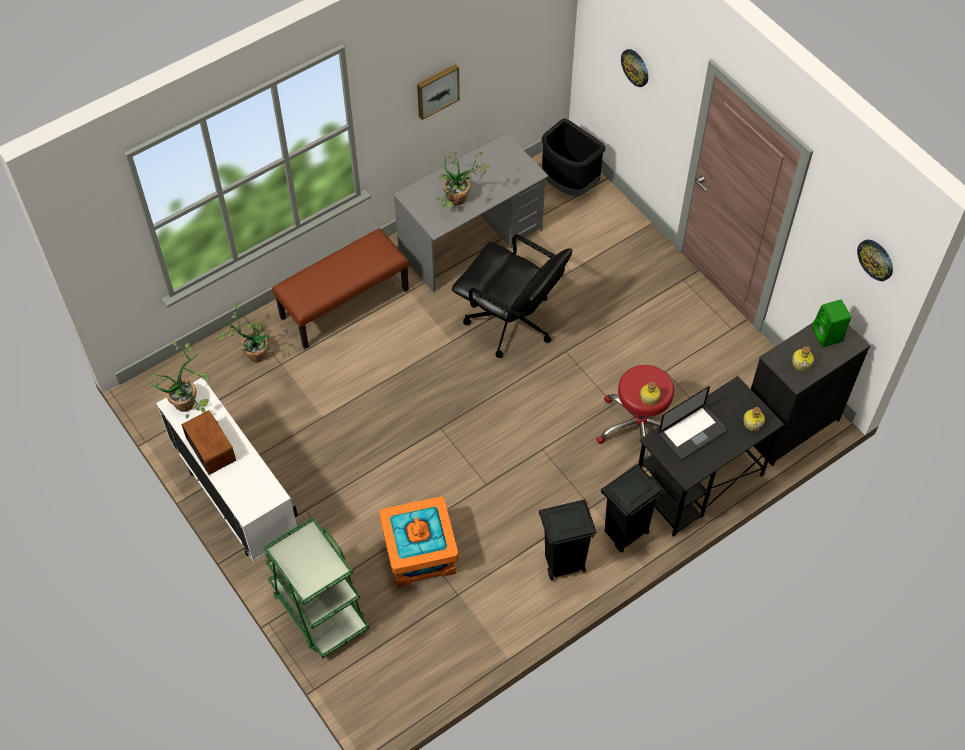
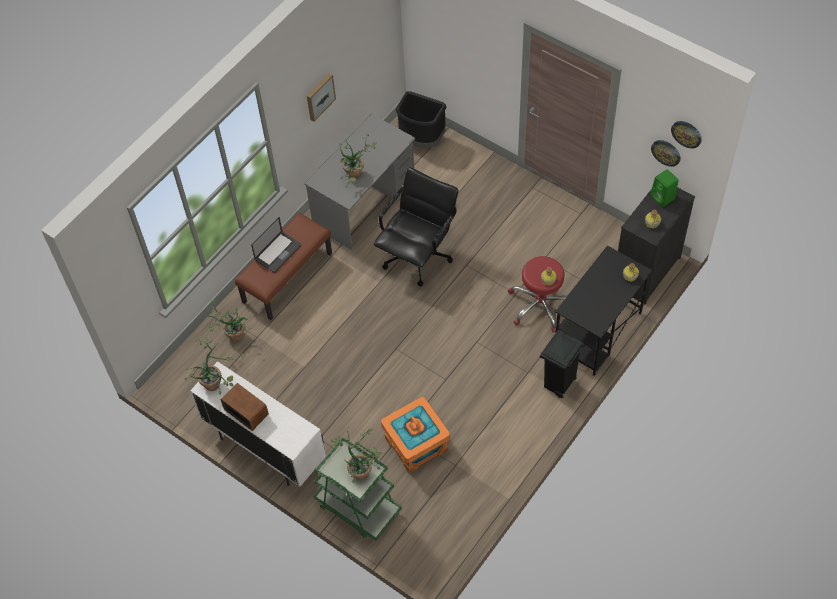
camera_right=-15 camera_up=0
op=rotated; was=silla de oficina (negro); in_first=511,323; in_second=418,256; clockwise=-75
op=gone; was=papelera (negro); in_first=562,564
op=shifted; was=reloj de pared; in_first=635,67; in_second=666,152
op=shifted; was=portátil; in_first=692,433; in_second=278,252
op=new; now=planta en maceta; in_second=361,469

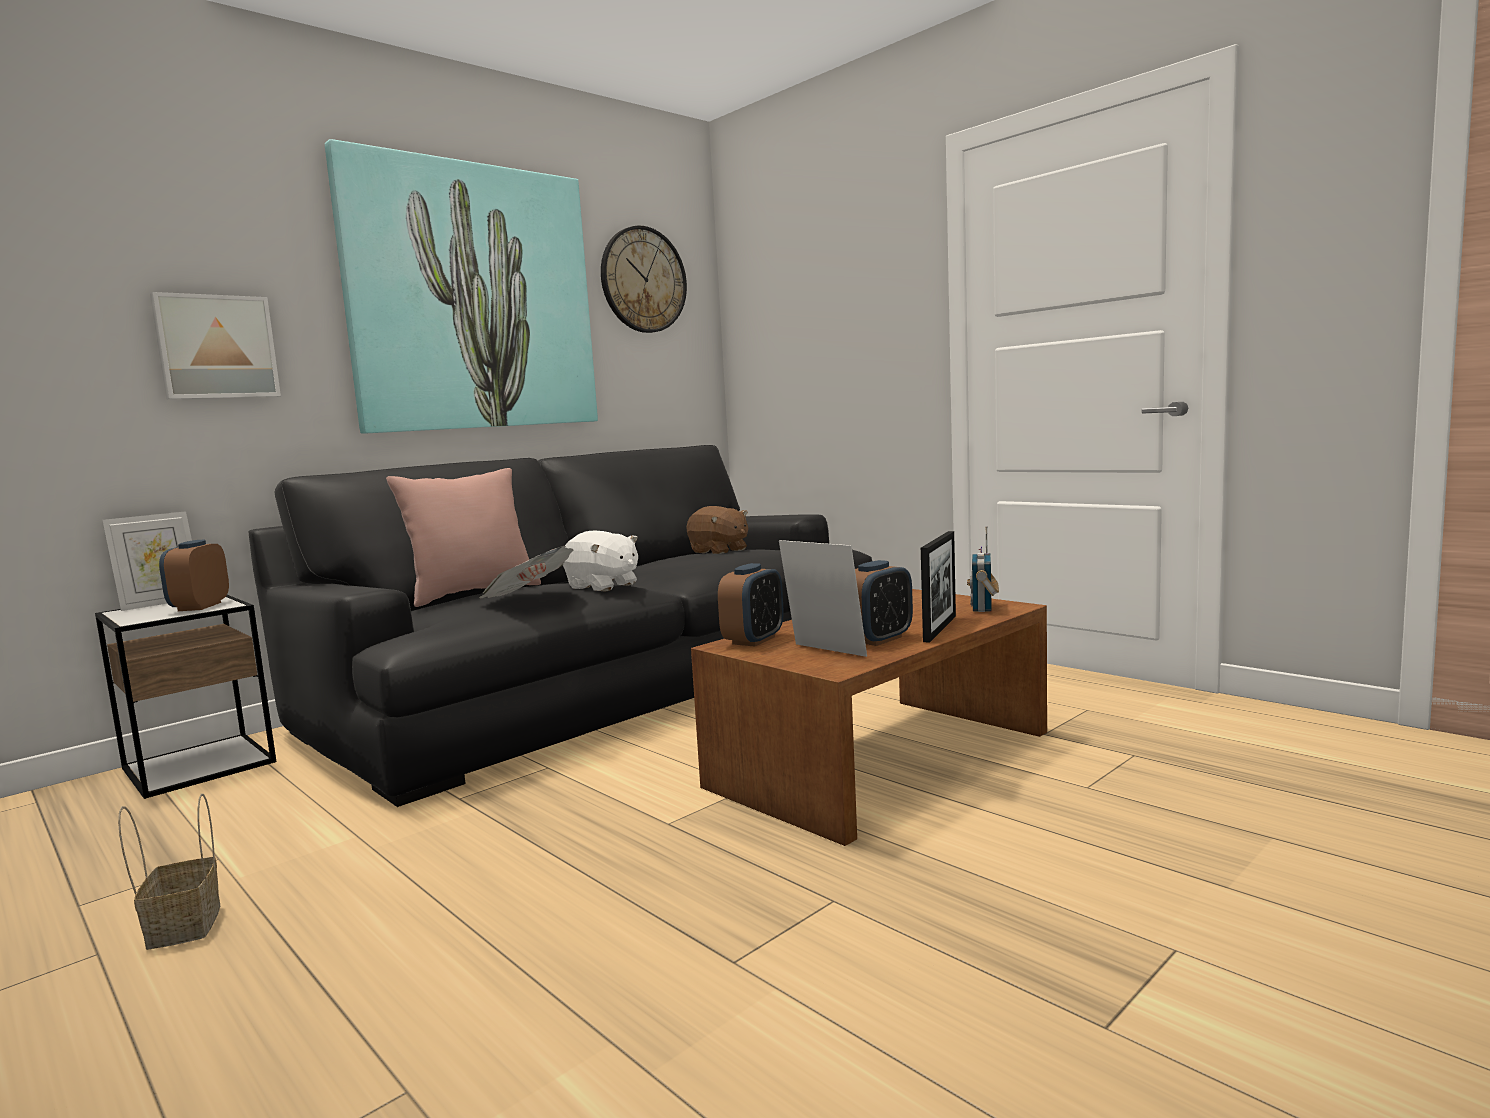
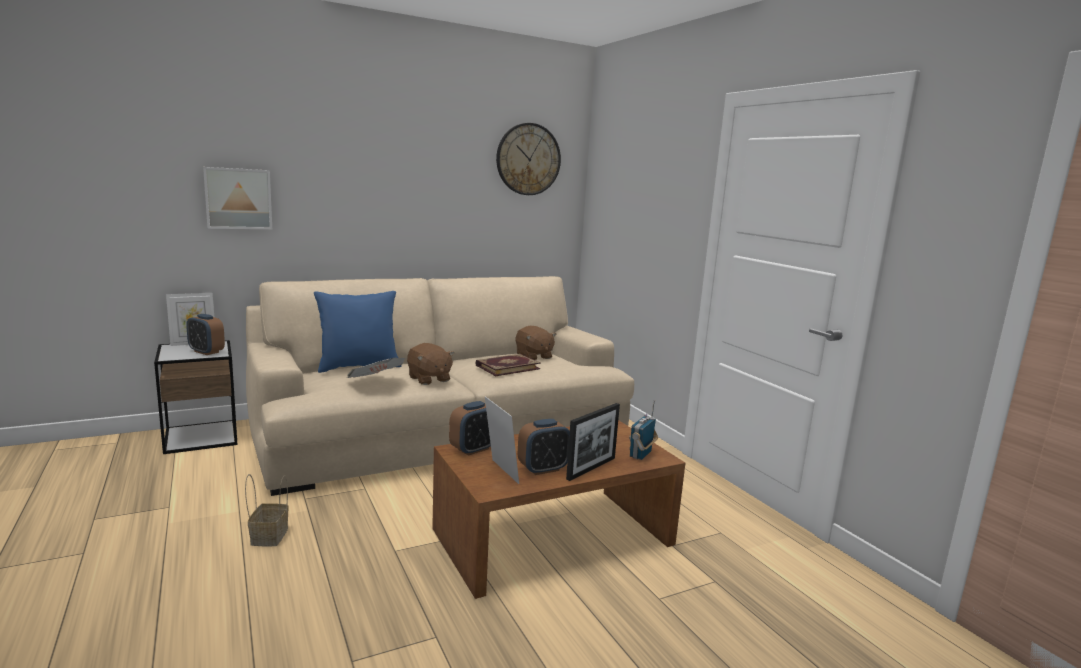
camera_right=15 camera_up=5
op=shifted; was=cesta; in_first=183,925; in_second=269,535
op=rotated; was=despertador; in_first=199,607; in_second=206,352; clockwise=-75
op=repainted; was=sofá (negro); now=sofá (beis); in_first=603,685; in_second=442,430
op=gone; was=cuadro; in_first=472,299
op=repainted; was=cojín (rosa); now=cojín (azul); in_first=472,593; in_second=358,366
op=repainted; was=peluche (blanco); now=peluche (marrón); in_first=602,586; in_second=429,379
op=new; now=libro; in_second=507,367

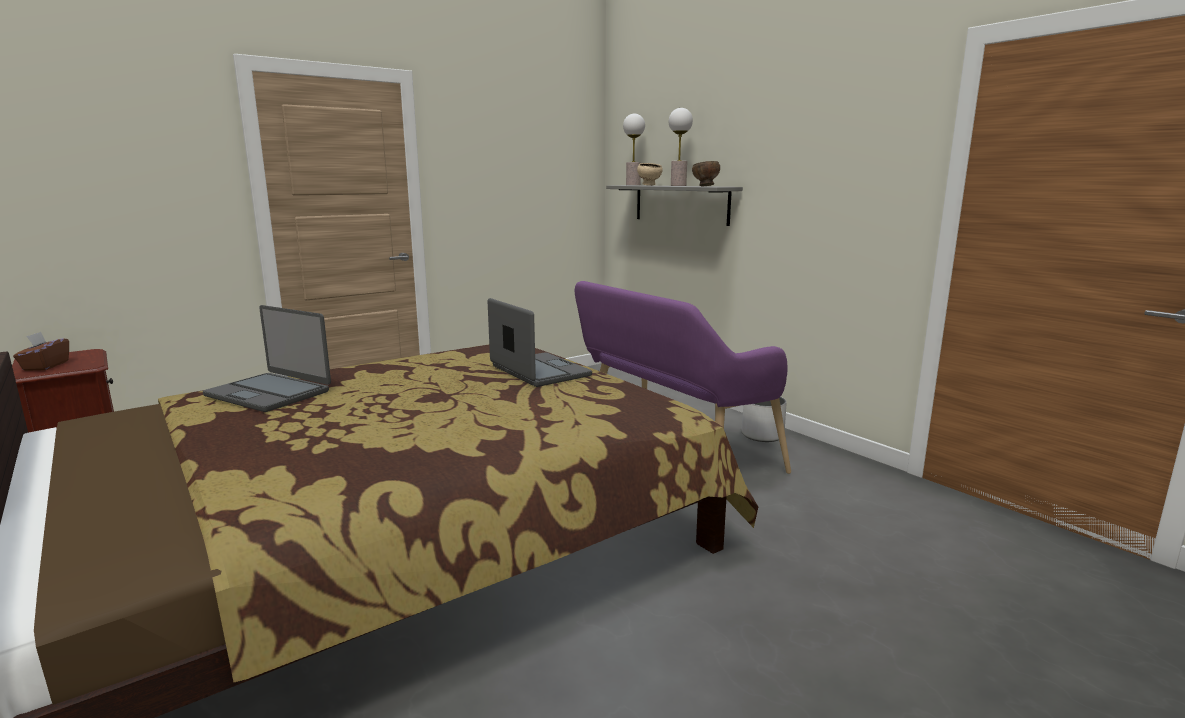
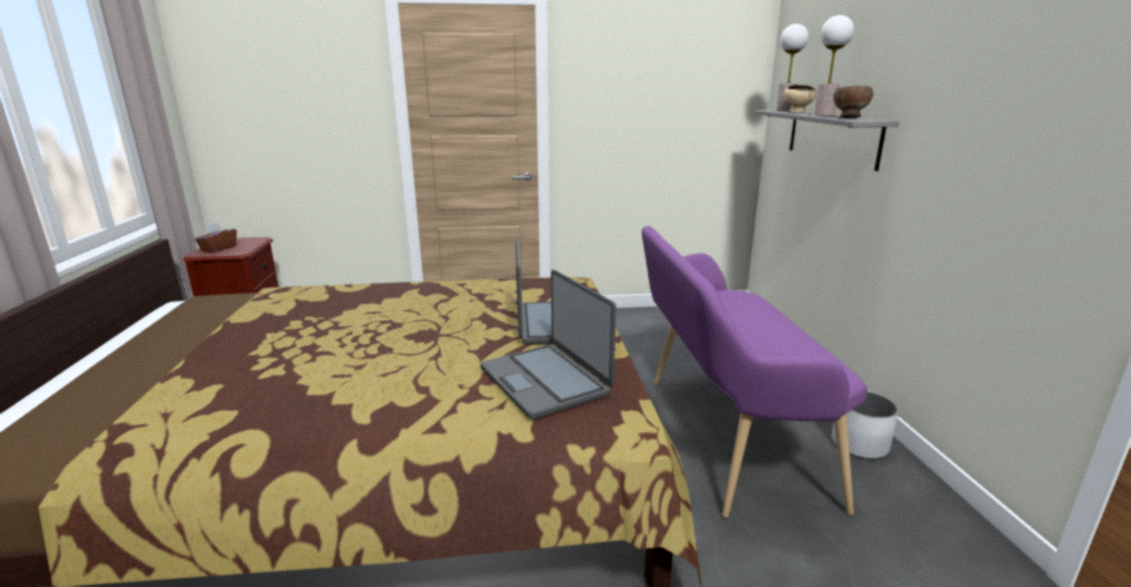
camera_right=30 camera_up=5
op=shifted; was=portátil; in_first=270,393; in_second=545,380

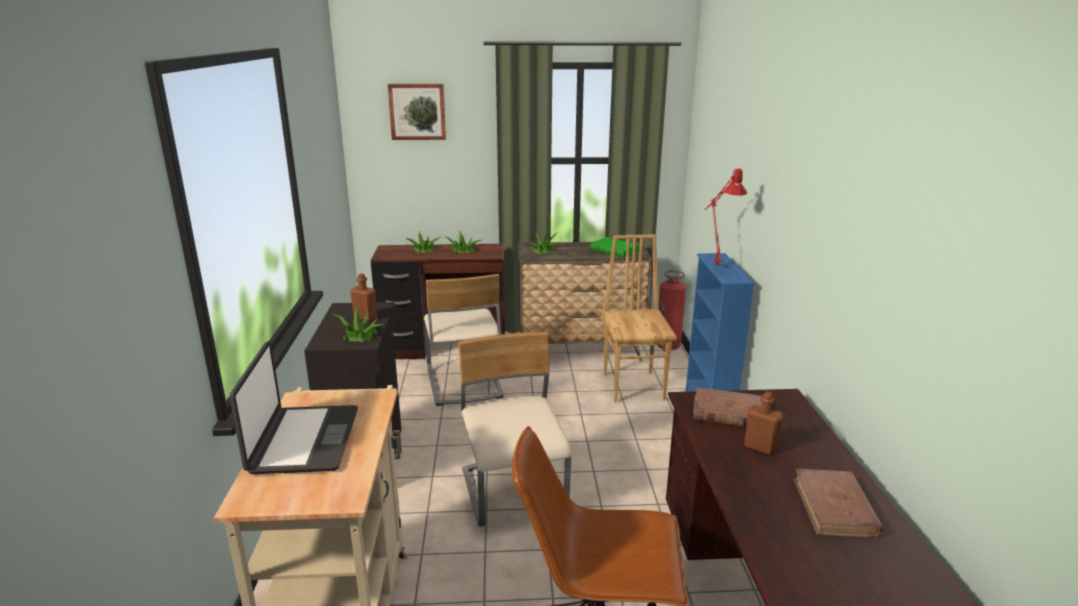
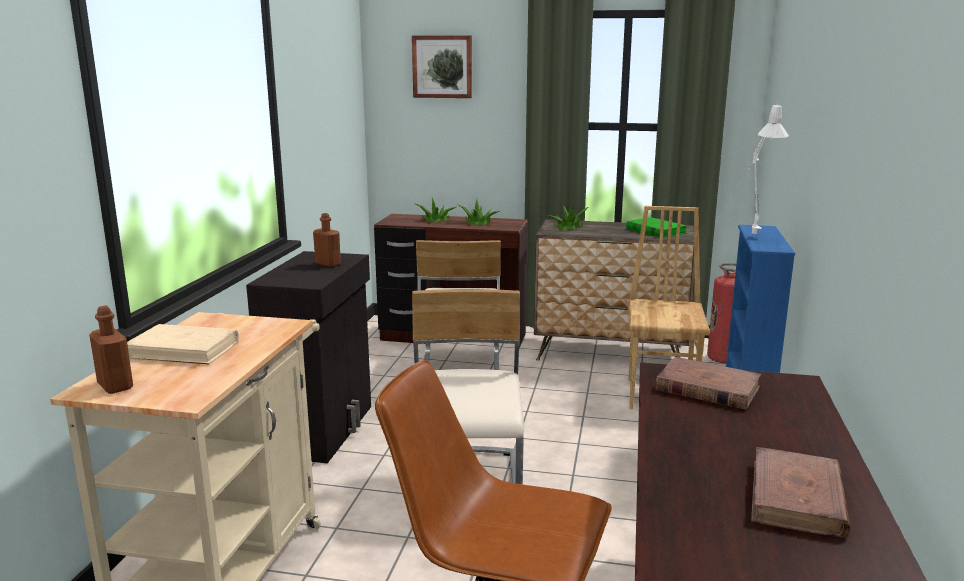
camera_right=15 camera_up=-5
op=swapped; was=portátil; now=libro (beis); in_first=303,440; in_second=184,350
op=gone; was=planta en maceta; in_first=359,335
op=repainted; was=lámpara de mesa (rojo); now=lámpara de mesa (blanco); in_first=714,264; in_second=752,234
op=shifted; was=botella (marrón); in_first=760,447; in_second=115,386

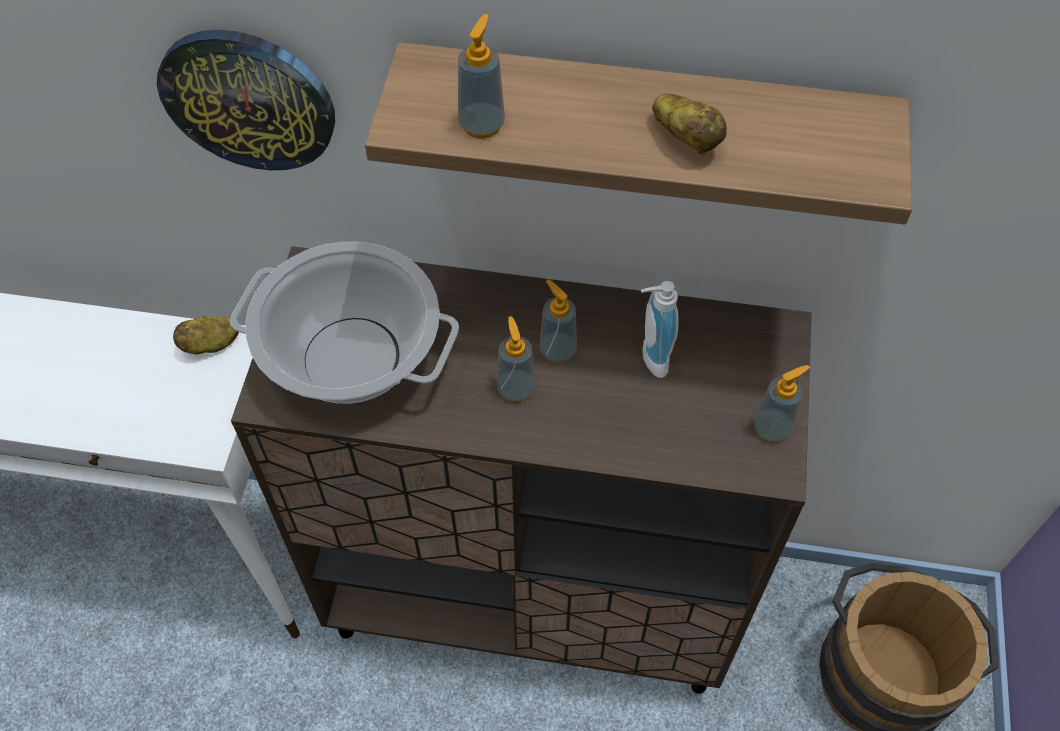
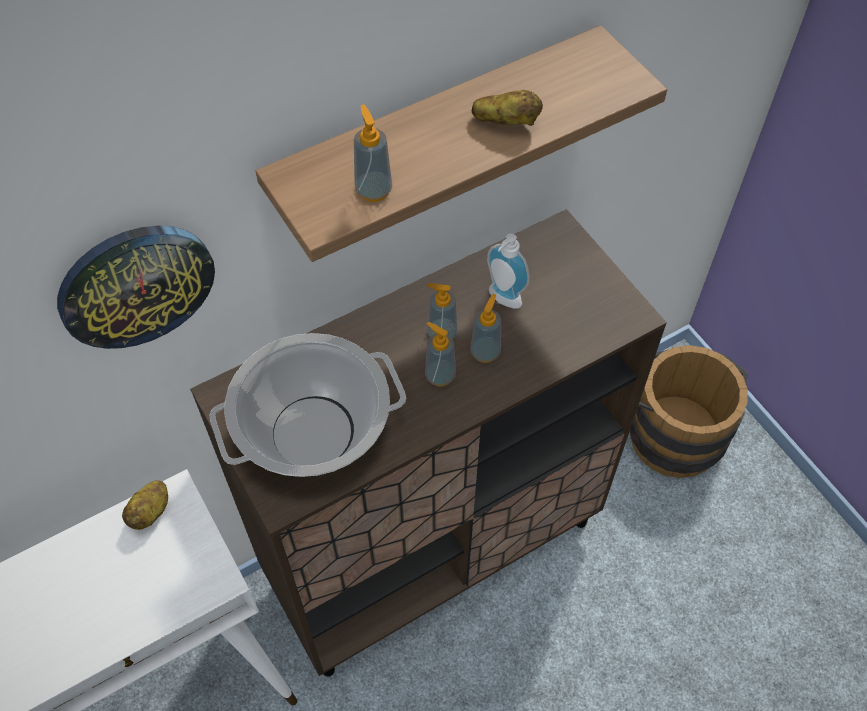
camera_right=-40 camera_up=0
op=shifted; was=dispensador de jabón; in_first=772,428; in_second=485,352

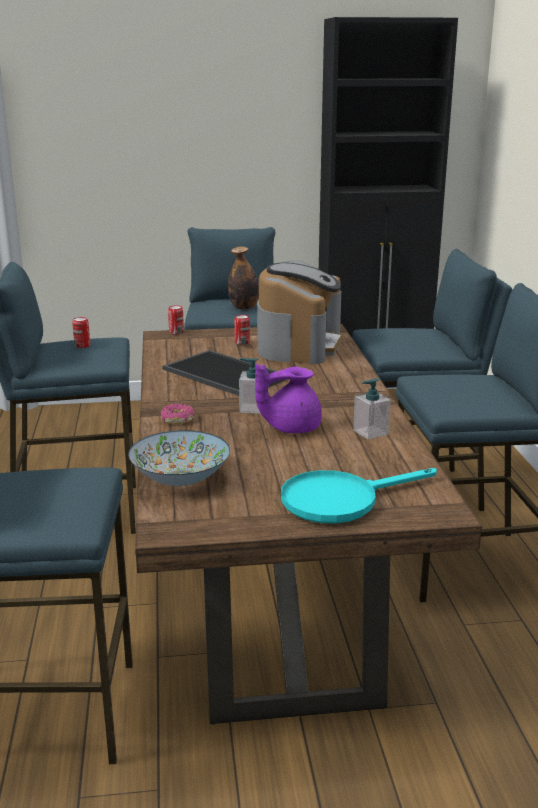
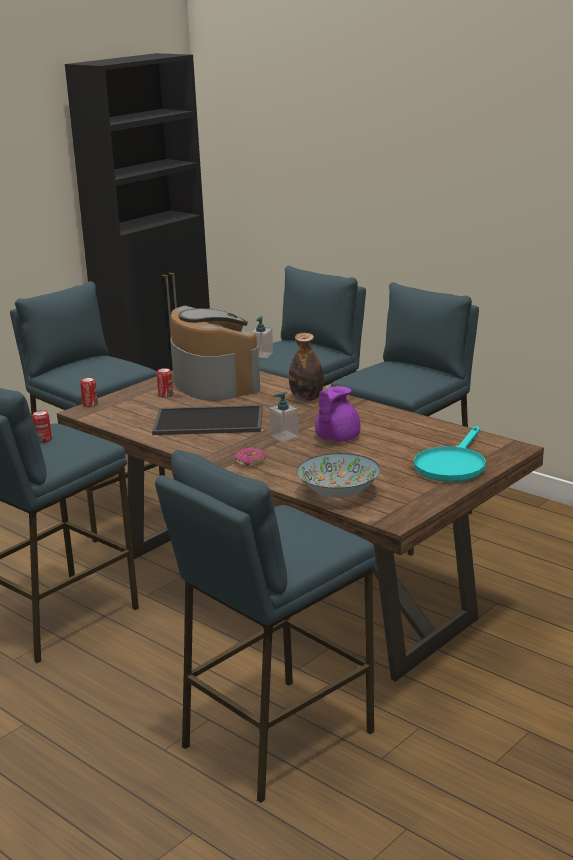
camera_right=-40 camera_up=0
op=shifted; was=botella; in_first=244,308; in_second=307,398
op=shifted; was=dispensador de jabón; in_first=370,432; in_second=262,355

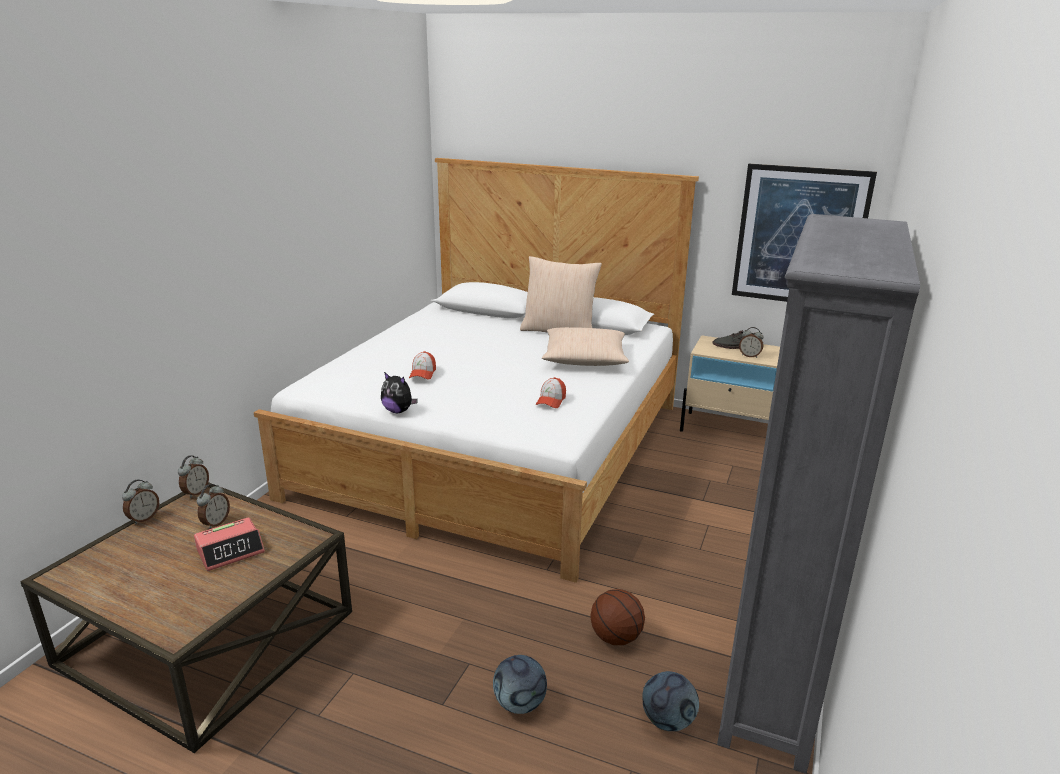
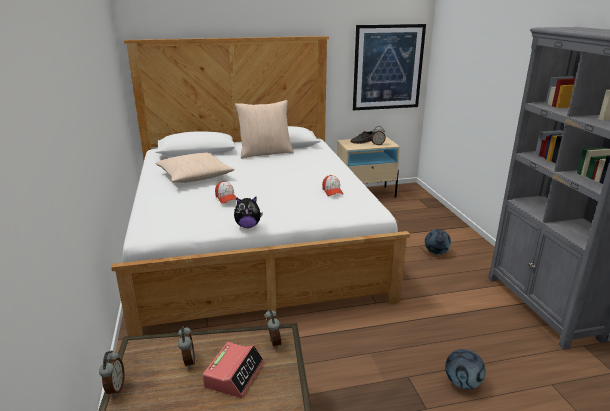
camera_right=-35 camera_up=0
op=shifted; was=despertador; in_first=195,492; in_second=273,343
op=shifted; was=cojín (beis); in_first=584,358; in_second=195,176
op=gone; was=balón de baloncesto; in_first=616,637
op=shifted; was=balón de fútbol; in_first=667,721; in_second=436,252

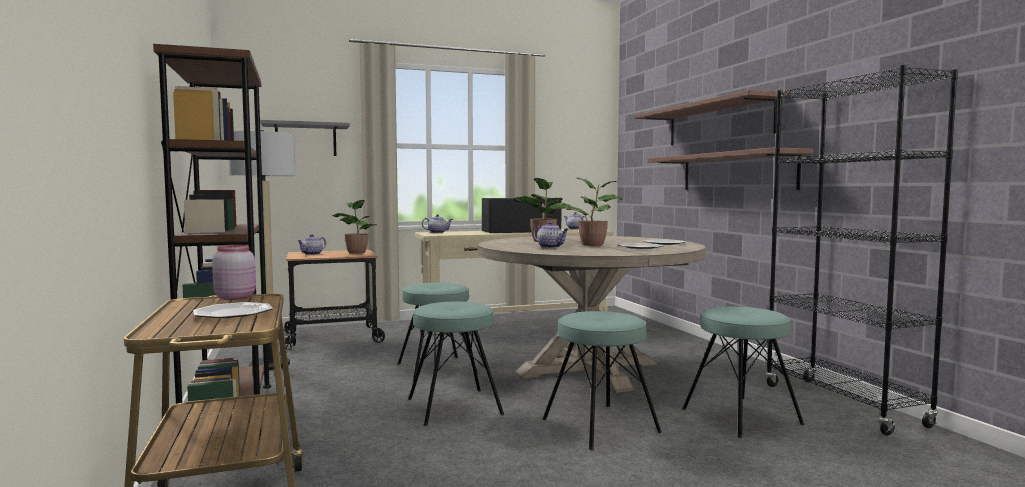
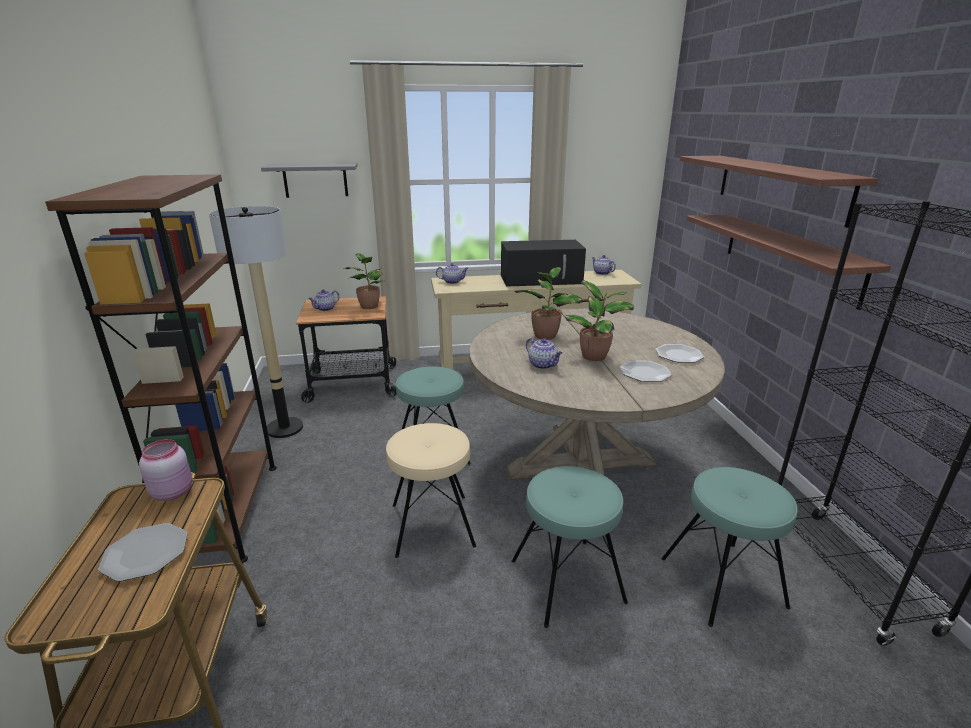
camera_right=10 camera_up=20
op=repainted; was=taburete (turquesa); now=taburete (beis); in_first=454,406; in_second=432,525

